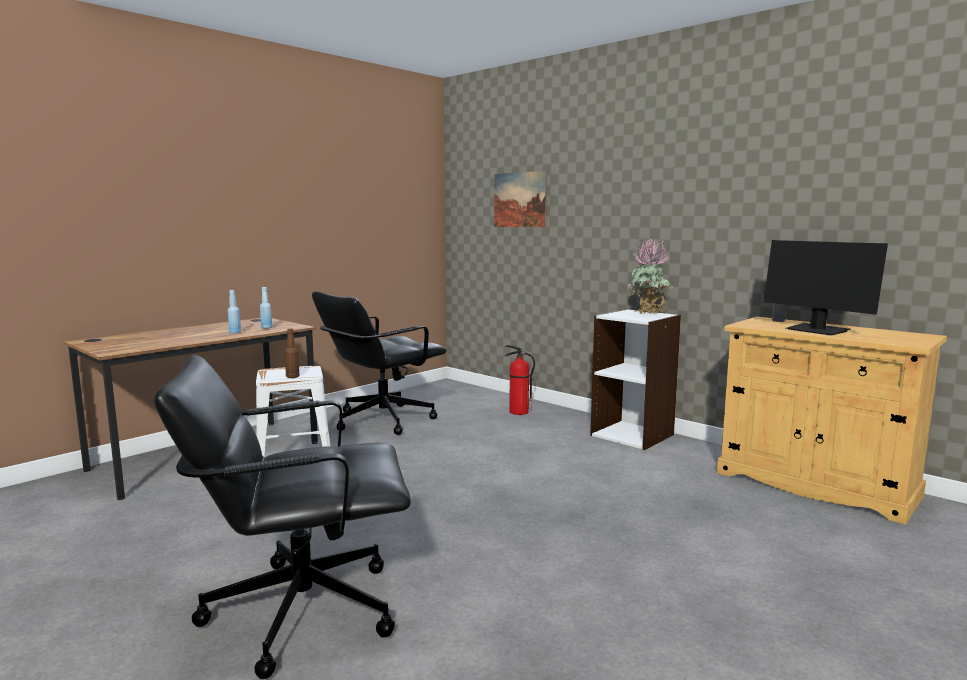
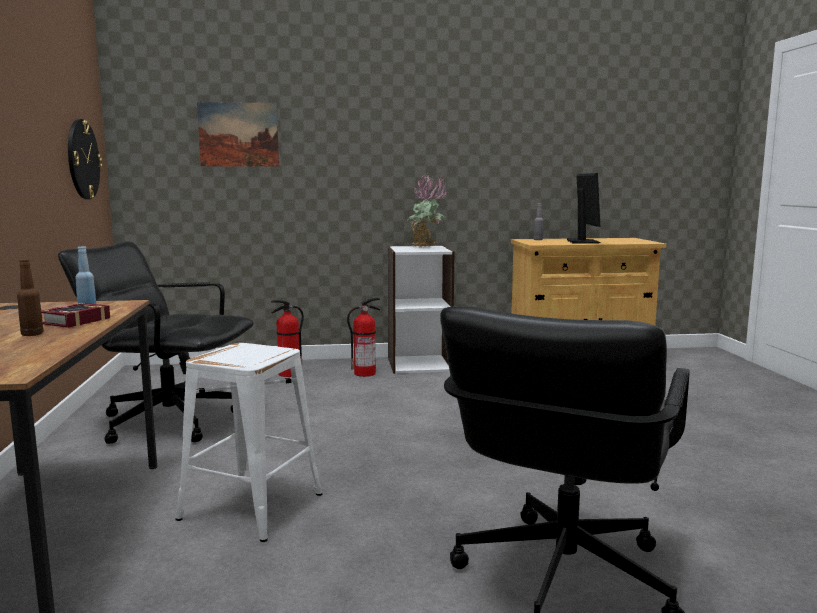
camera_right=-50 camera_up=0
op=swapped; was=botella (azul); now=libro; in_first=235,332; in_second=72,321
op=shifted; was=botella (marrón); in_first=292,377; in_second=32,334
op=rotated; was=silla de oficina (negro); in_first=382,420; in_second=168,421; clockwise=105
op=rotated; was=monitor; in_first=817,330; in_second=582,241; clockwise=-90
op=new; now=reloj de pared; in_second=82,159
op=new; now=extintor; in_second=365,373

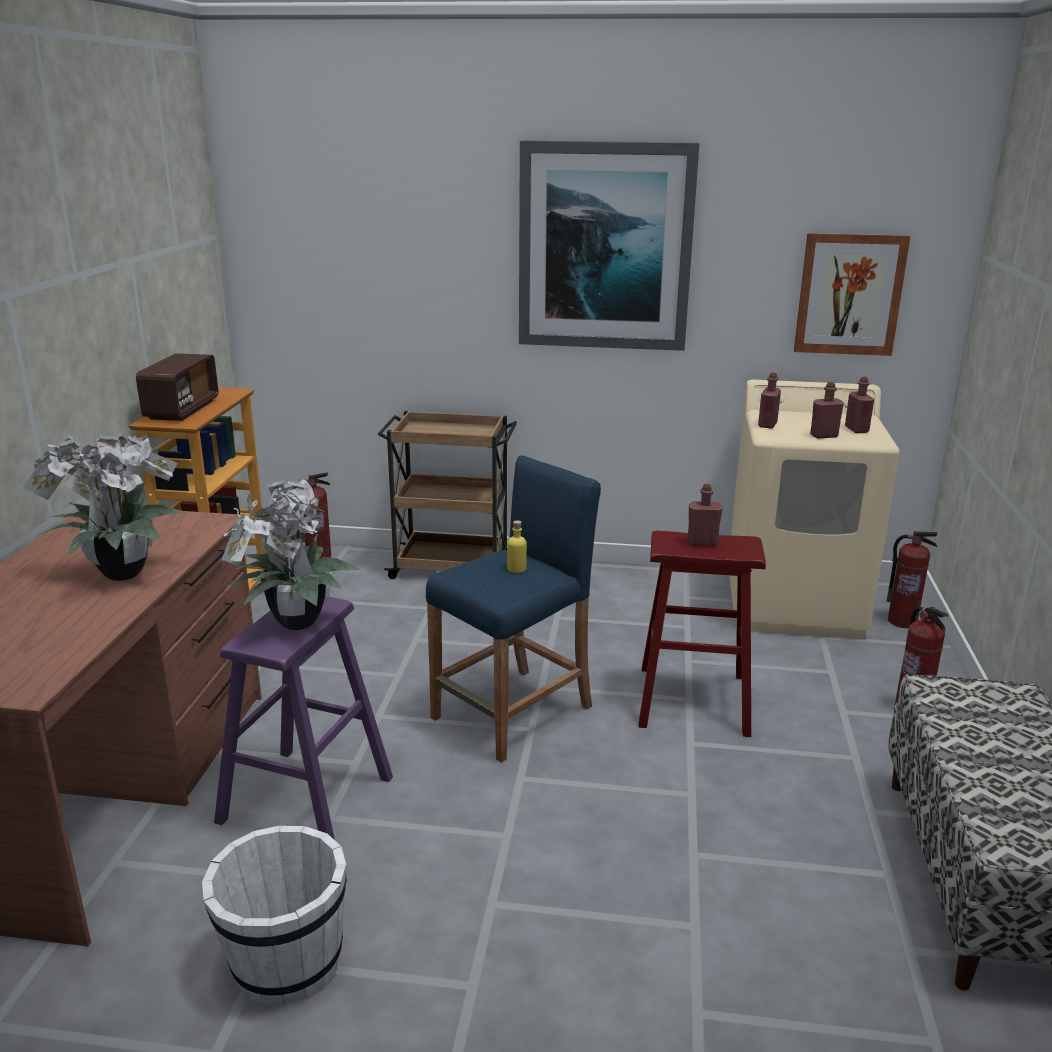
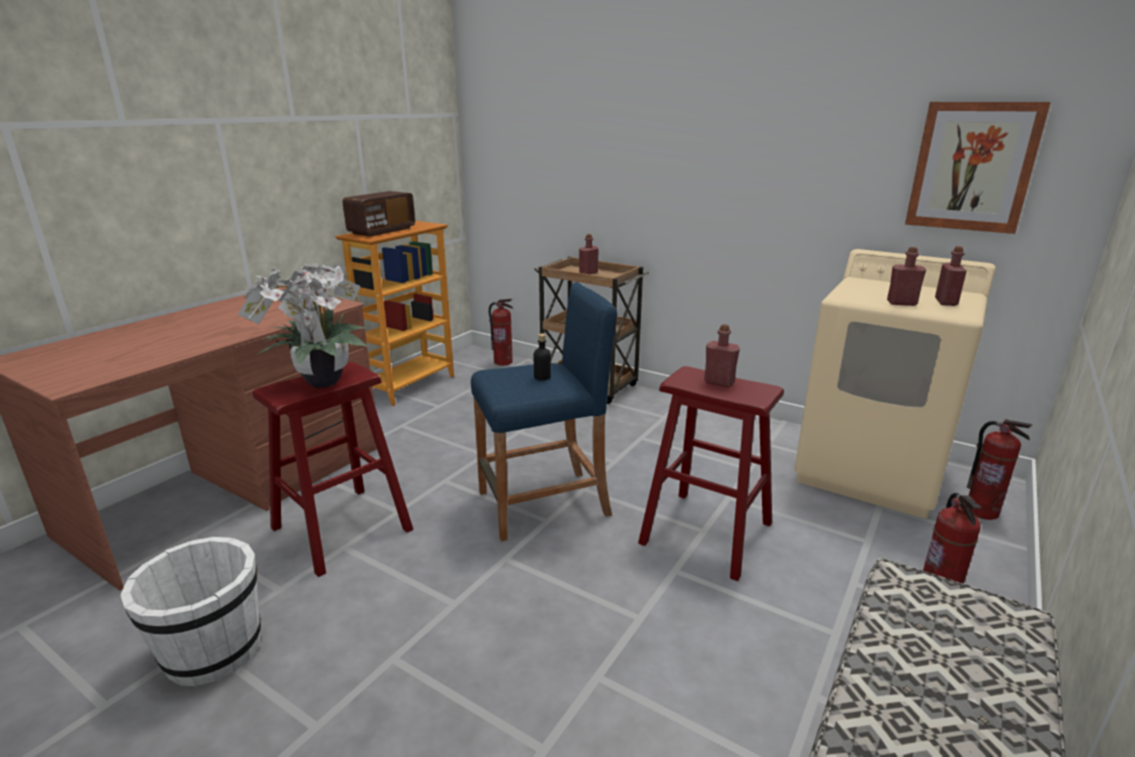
camera_right=25 camera_up=0
op=gone; was=planta en maceta; in_first=118,573
op=repainted; was=taburete (morado); now=taburete (rojo); in_first=306,799; in_second=341,529
op=repainted; was=botella (amarillo); now=botella (negro); in_first=516,568; in_second=542,377
op=gone; was=cuadro; in_first=605,246
op=shifted; was=botella (rojo); in_first=767,425; in_second=588,273

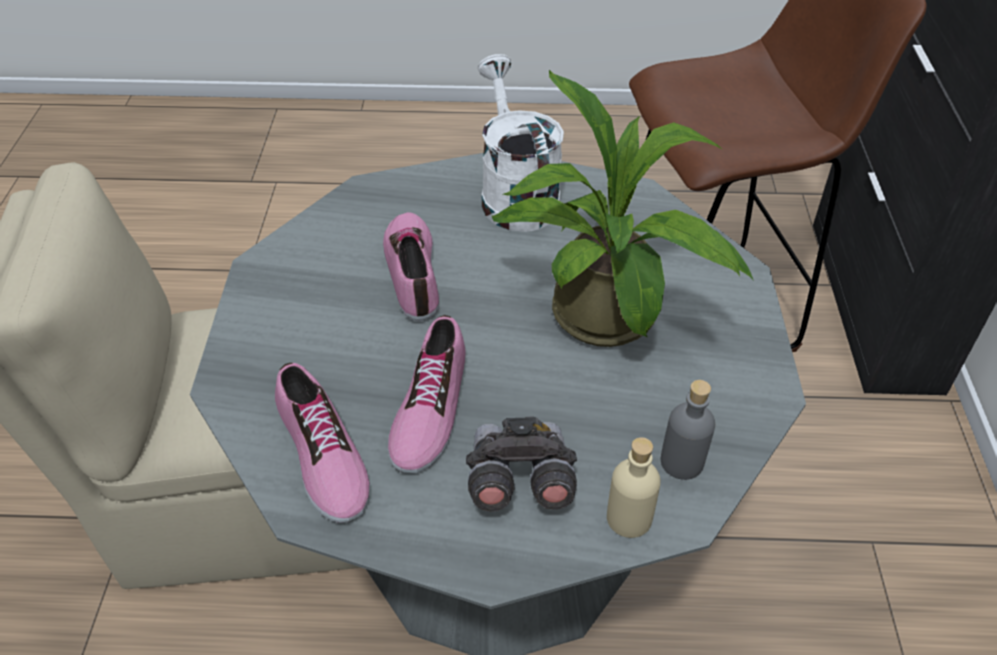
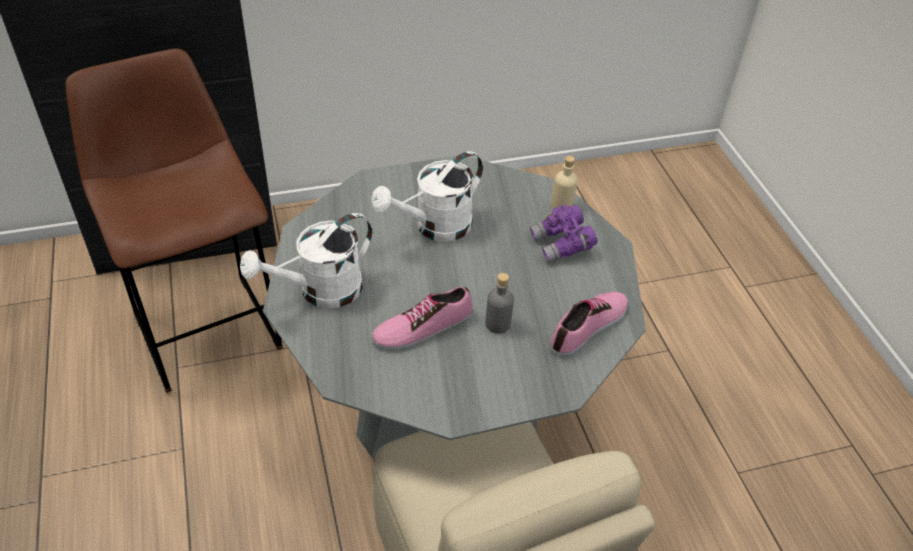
camera_right=-110 camera_up=0
op=gone; was=zapato; in_first=429,407
op=repainted; was=prismáticos (gris); now=prismáticos (morado); in_first=518,482; in_second=562,245
op=swapped; was=planta en maceta; now=regadera (blanco); in_first=609,324; in_second=434,227
op=shifted; was=botella (gris); in_first=682,462; in_second=497,324

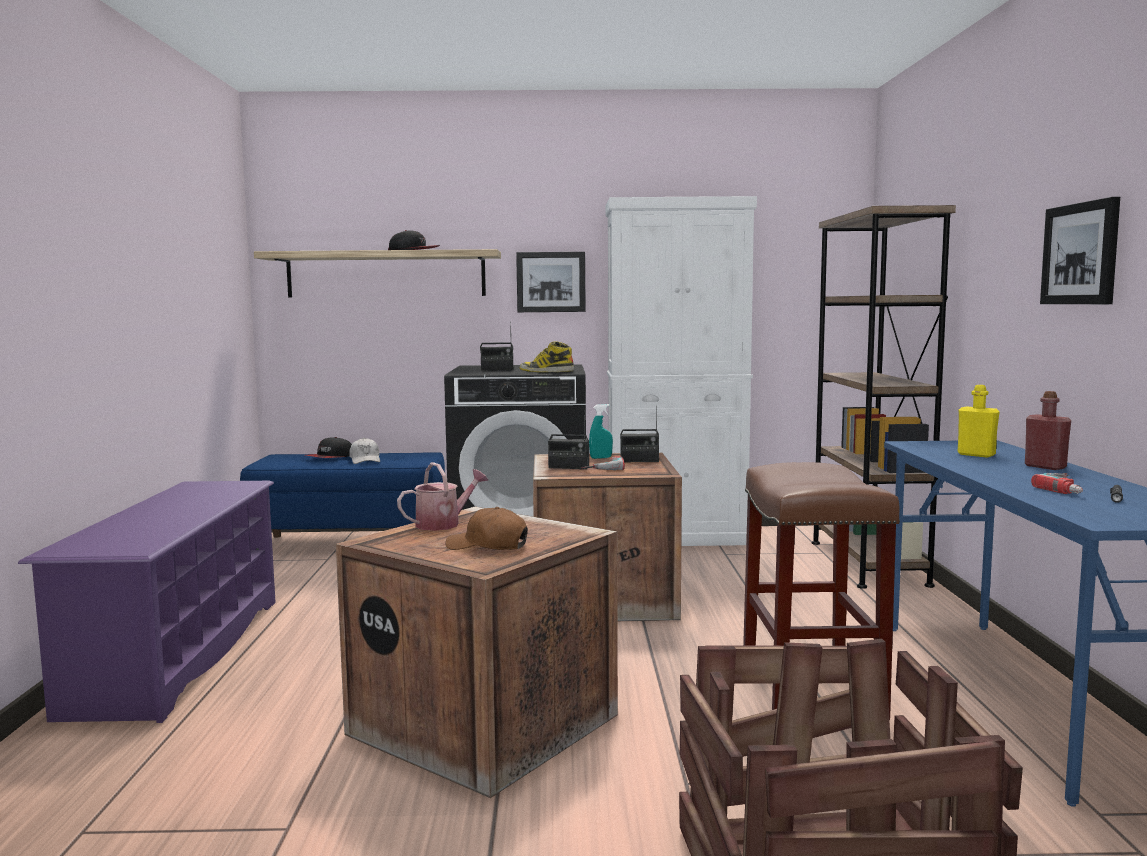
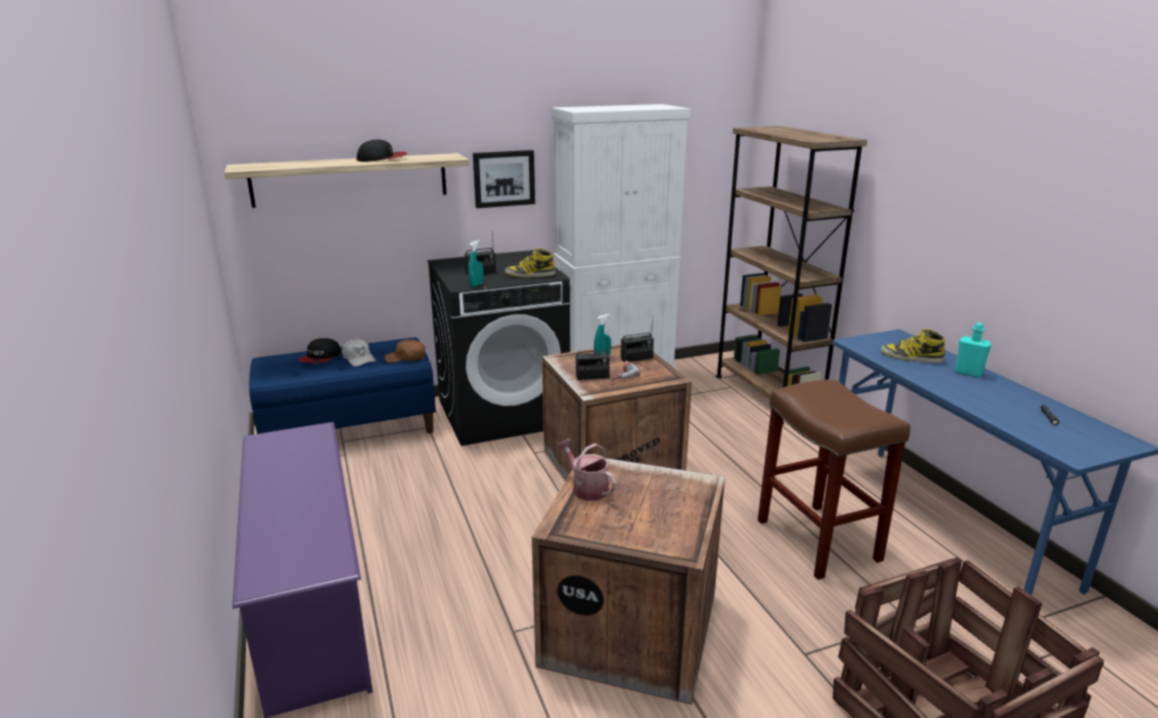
camera_right=-20 camera_up=15
op=rotated; was=regadera; in_first=443,524; in_second=586,488; clockwise=-75
op=shifted; was=gorra (marrón); in_first=488,546; in_second=406,358
op=swapped; was=botella (amarillo); now=bota; in_first=976,455; in_second=911,357
op=repainted; was=botella (rojo); now=botella (turquesa); in_first=1045,467; in_second=968,373
op=gone; was=taladro; in_first=1071,488
op=gone; was=cuadro; in_first=1081,254
op=new; now=pulverizador (turquesa); in_second=476,285

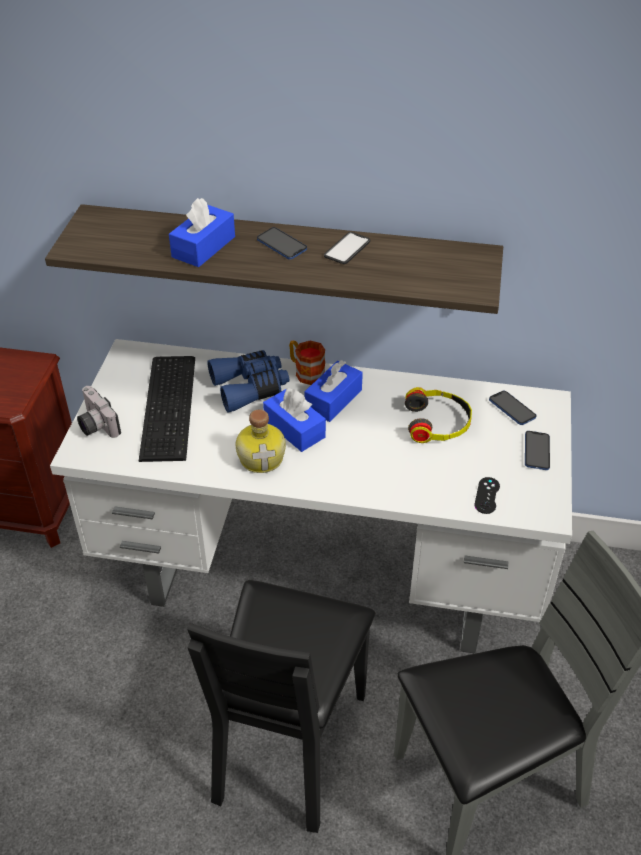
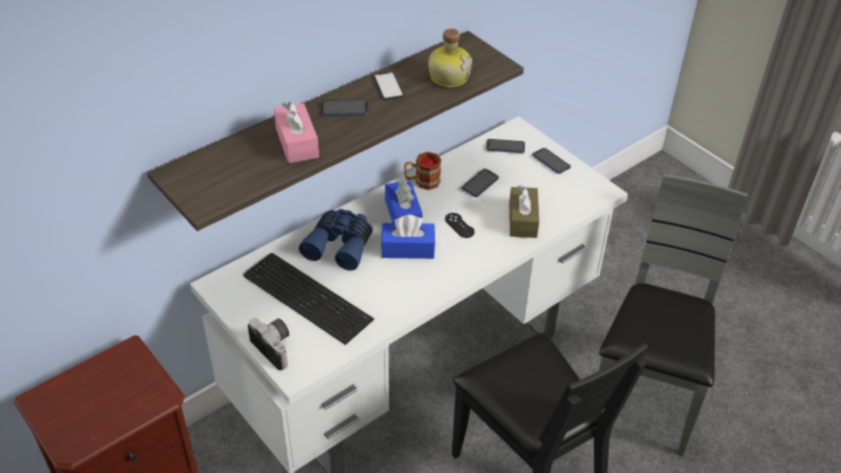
camera_right=-50 camera_up=0
op=rotated; was=cámara; in_first=95,425; in_second=276,347; clockwise=-135
op=repainted; was=caja de pañuelos (azul); now=caja de pañuelos (rosa); in_first=203,247; in_second=297,143
op=shifted; was=botella; in_first=262,457; in_second=449,76
op=shifted; was=taza grande; in_first=305,372; in_second=422,181
op=swapped; was=auriculares; now=móvil; in_first=437,423; in_second=480,184
op=shifted; was=mando de consola (negro); in_first=487,495; in_second=459,225
op=new; now=caja de pañuelos (marrón); in_second=522,220

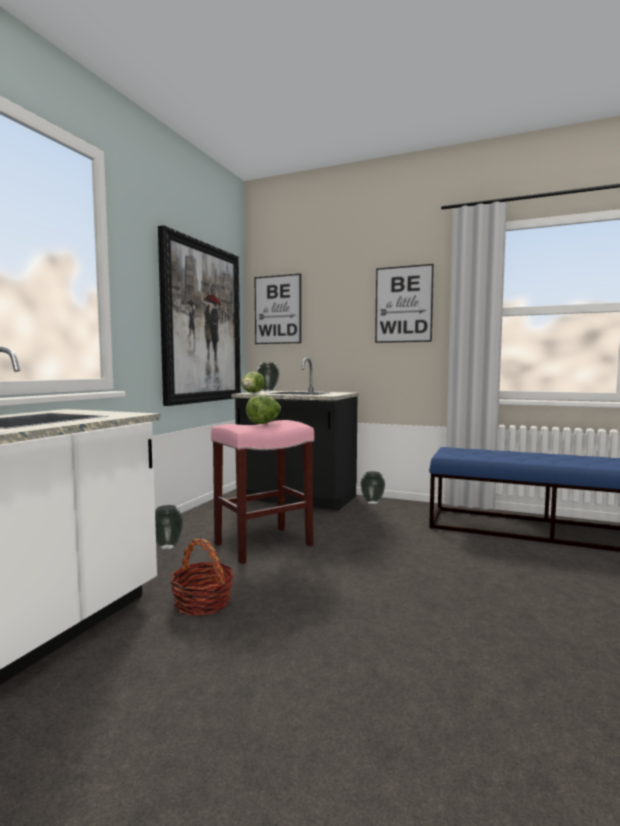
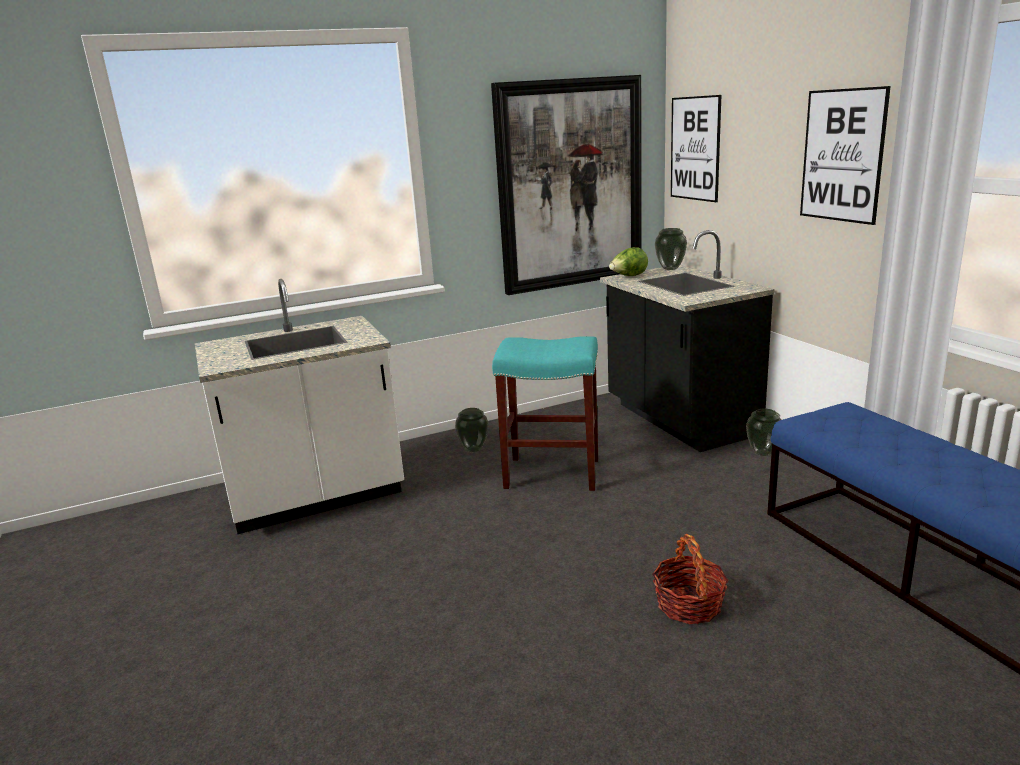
camera_right=45 camera_up=15
op=shifted; was=cesta; in_first=203,603; in_second=689,605
op=repainted; was=taburete (rosa); now=taburete (turquesa); in_first=264,544; in_second=553,473
op=gone; was=lechuga; in_first=264,423

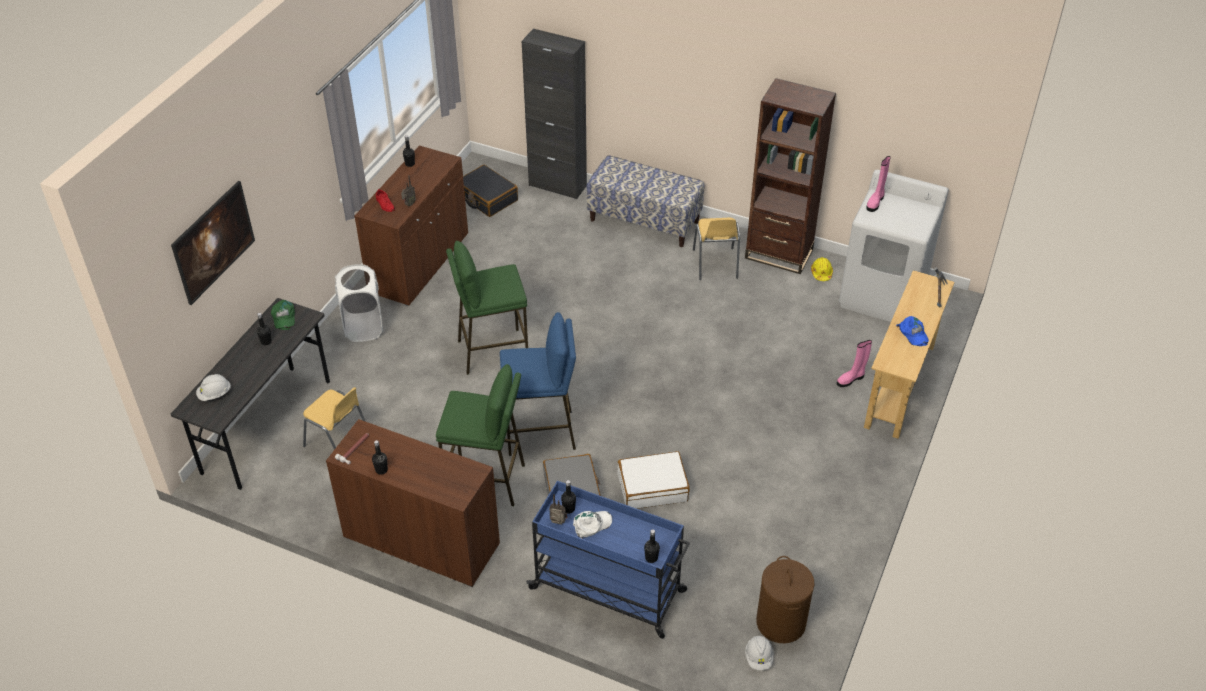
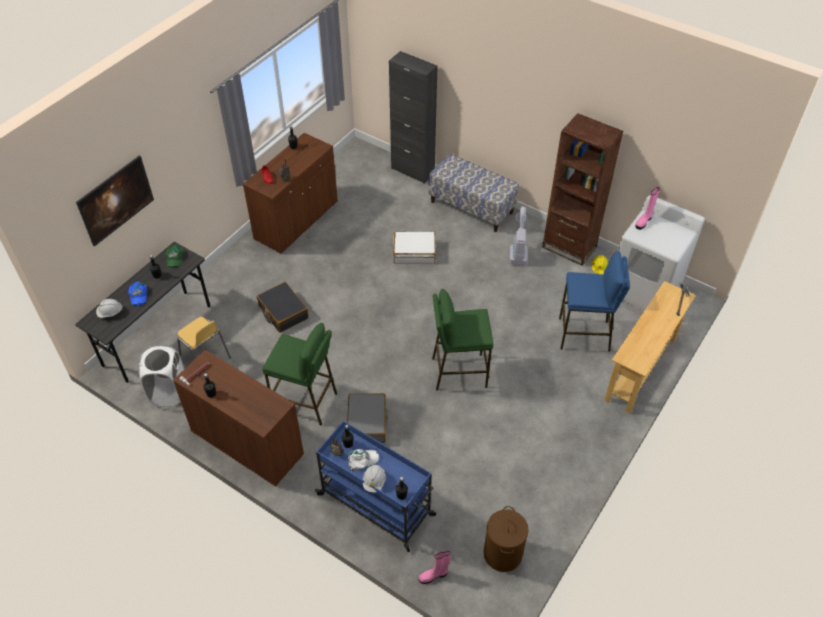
camera_right=10 camera_up=5
op=shifted; was=cesto de la ropa (blanco); in_first=363,327; in_second=169,392
op=shifted; was=taburete (verde); in_first=492,351; in_second=458,372
op=shifted; was=maleta (negro); in_first=487,198; in_second=283,312
op=shifted; was=taburete (azul); in_first=541,433; in_second=584,335
op=shifted; was=maleta (blanco); in_first=652,487; in_second=414,252
op=swapped; was=silla (amarillo); now=aspiradora; in_first=715,264; in_second=518,249
op=shifted; was=casco (blanco); in_first=759,657; in_second=374,482
op=shifted; was=bota (rosa); in_first=851,379; in_second=434,575
op=shifted; was=gorra (azul); in_first=913,334; in_second=138,295

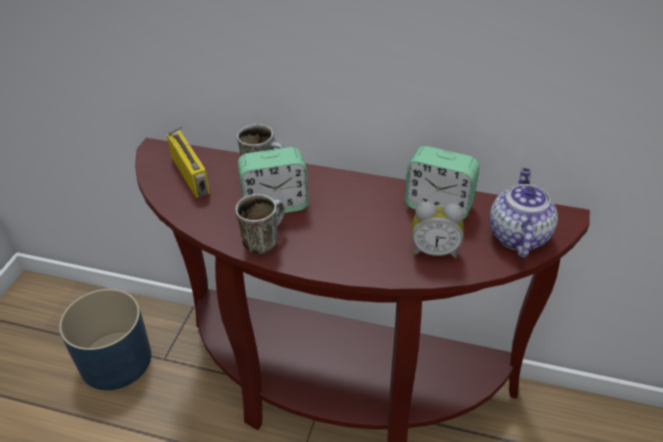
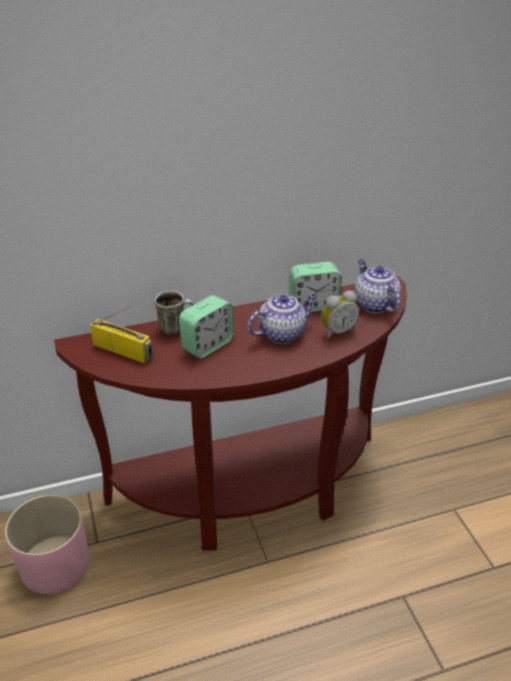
camera_right=-35 camera_up=-5
op=repainted; was=maceta (azul); now=maceta (rosa); in_first=116,360; in_second=55,563
op=gone; was=taza grande; in_first=264,240
op=new; now=tetera; in_second=282,333

